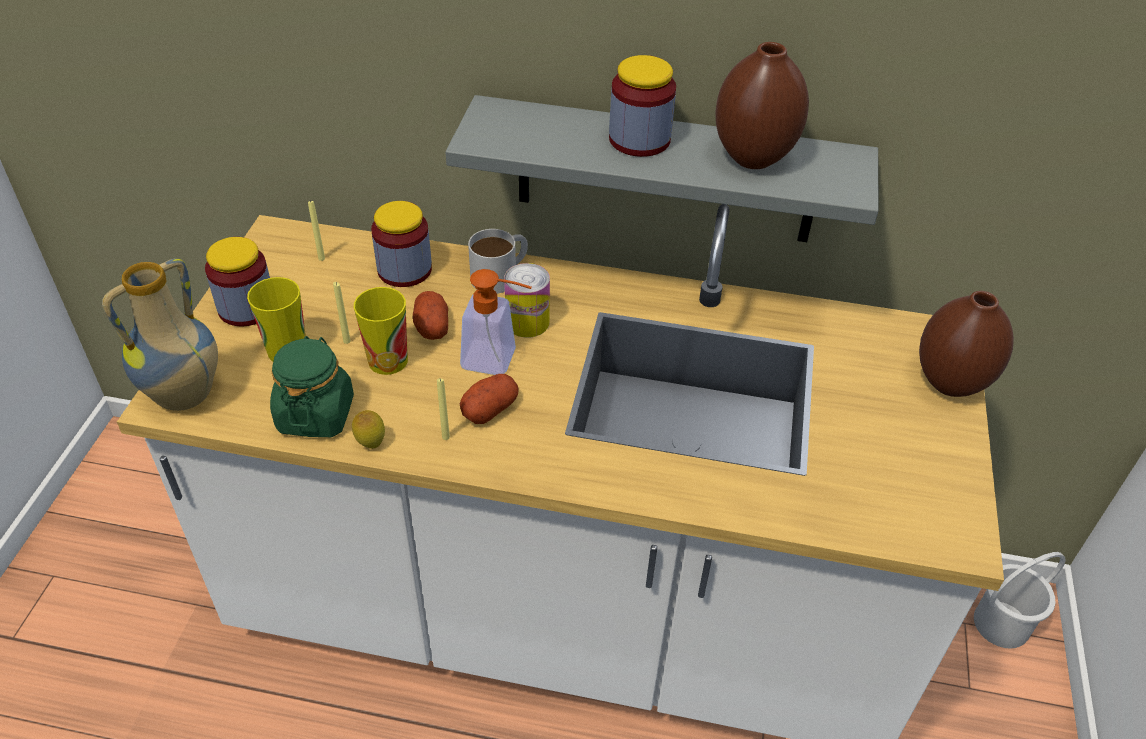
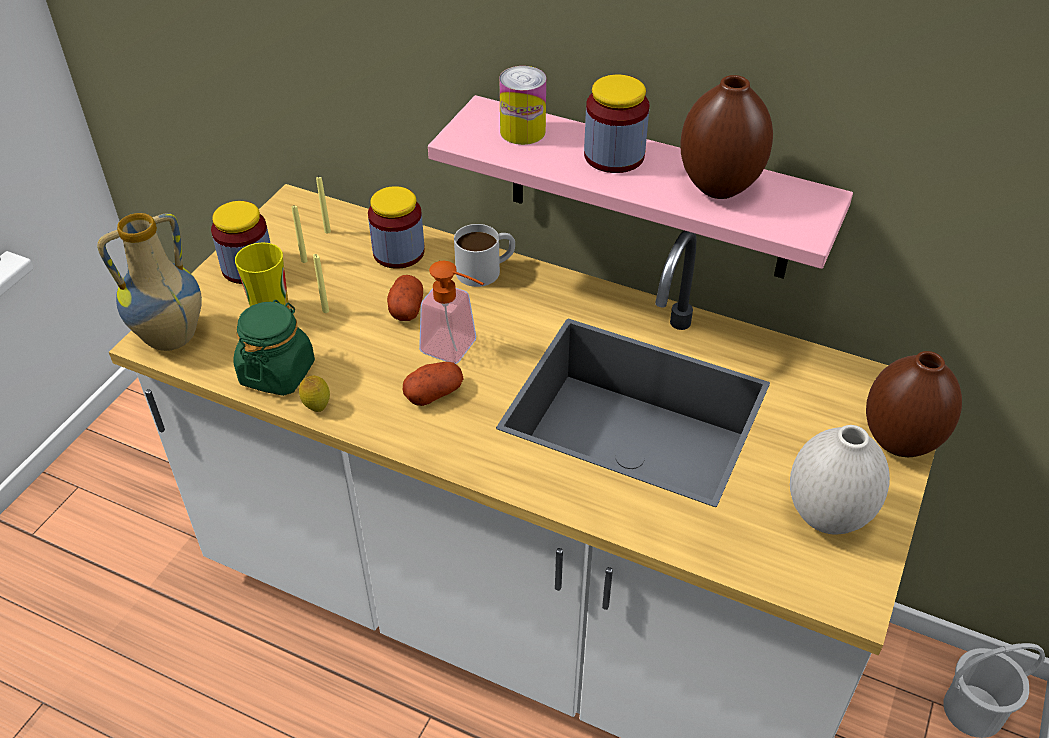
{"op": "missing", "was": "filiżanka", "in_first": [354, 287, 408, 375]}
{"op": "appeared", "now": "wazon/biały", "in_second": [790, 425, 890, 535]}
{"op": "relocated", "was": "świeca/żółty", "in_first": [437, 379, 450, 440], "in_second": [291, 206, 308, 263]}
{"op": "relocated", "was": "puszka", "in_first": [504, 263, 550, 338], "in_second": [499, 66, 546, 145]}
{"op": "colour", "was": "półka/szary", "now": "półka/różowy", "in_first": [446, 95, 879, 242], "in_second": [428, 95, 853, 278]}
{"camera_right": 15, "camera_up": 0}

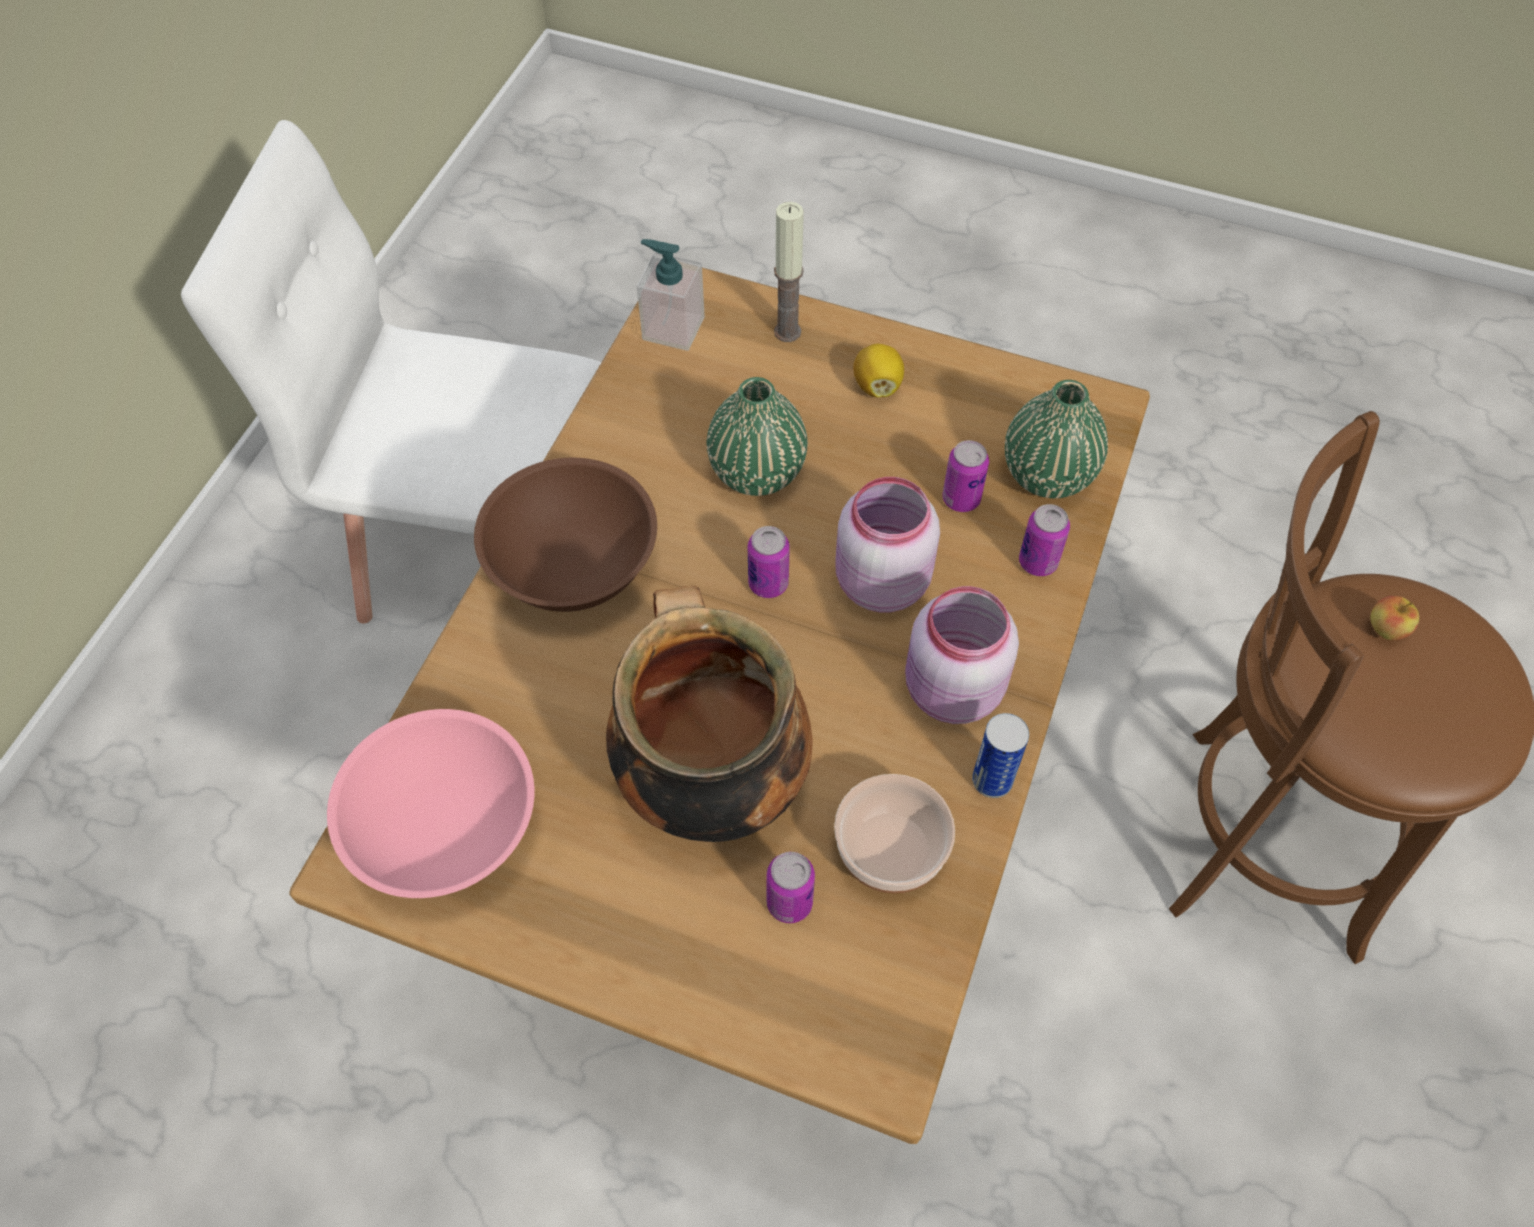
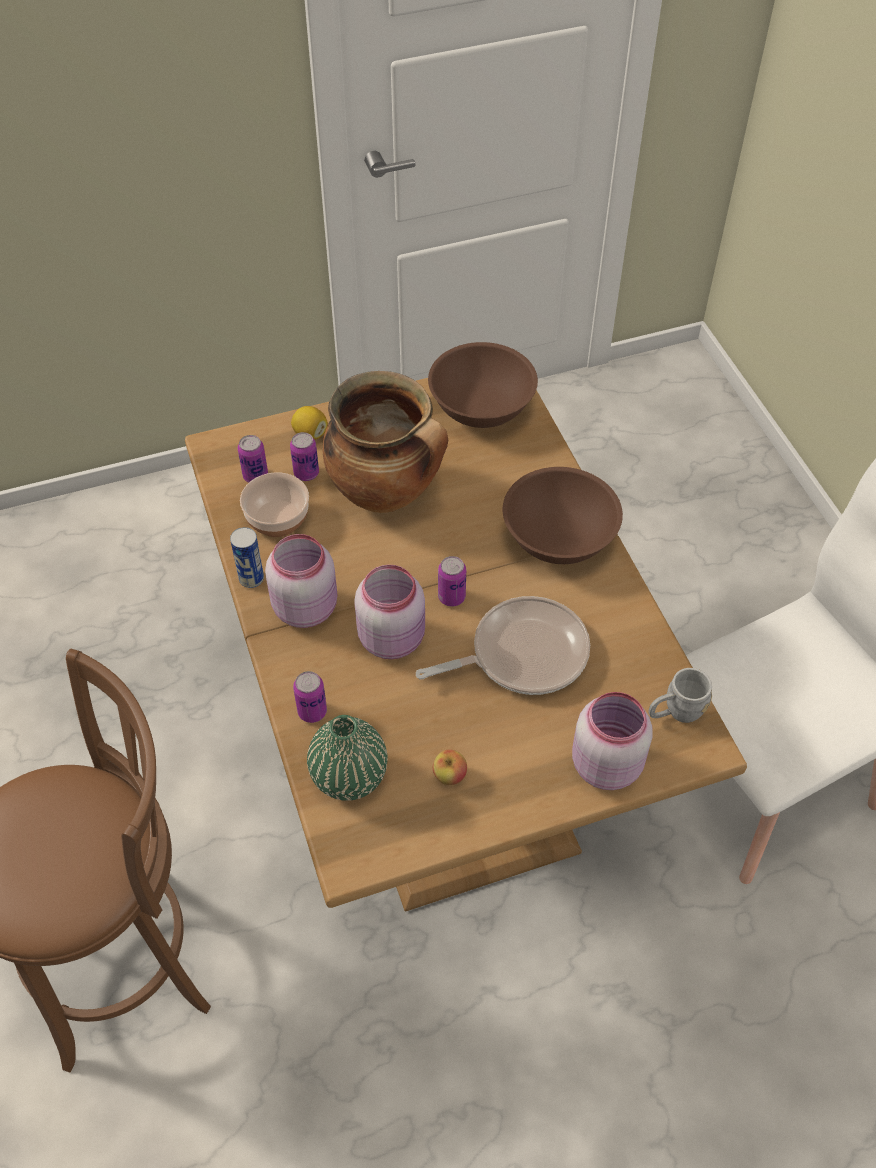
{"op": "relocated", "was": "cytryna", "in_first": [853, 344, 904, 397], "in_second": [291, 406, 328, 440]}
{"op": "relocated", "was": "puszka", "in_first": [942, 440, 989, 512], "in_second": [238, 435, 268, 483]}
{"op": "relocated", "was": "jabłko", "in_first": [1370, 596, 1419, 640], "in_second": [433, 749, 467, 785]}
{"op": "exchanged", "was": "dozownik mydła", "now": "kubek/szary", "in_first": [637, 239, 705, 351], "in_second": [648, 668, 712, 723]}
{"op": "exchanged", "was": "wazon/zielony", "now": "patelnia", "in_first": [706, 377, 808, 496], "in_second": [416, 596, 590, 695]}
{"op": "exchanged", "was": "świeca", "now": "słoik/różowy", "in_first": [774, 202, 804, 342], "in_second": [572, 692, 653, 790]}
{"op": "colour", "was": "miska/różowy", "now": "miska/brązowy", "in_first": [327, 709, 534, 898], "in_second": [428, 342, 538, 428]}
{"camera_right": 140, "camera_up": -5}

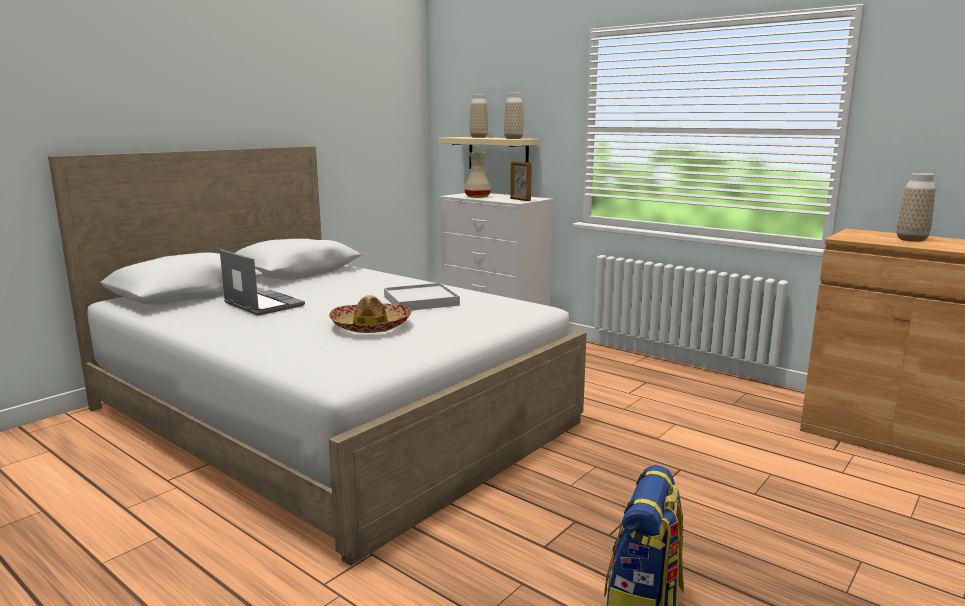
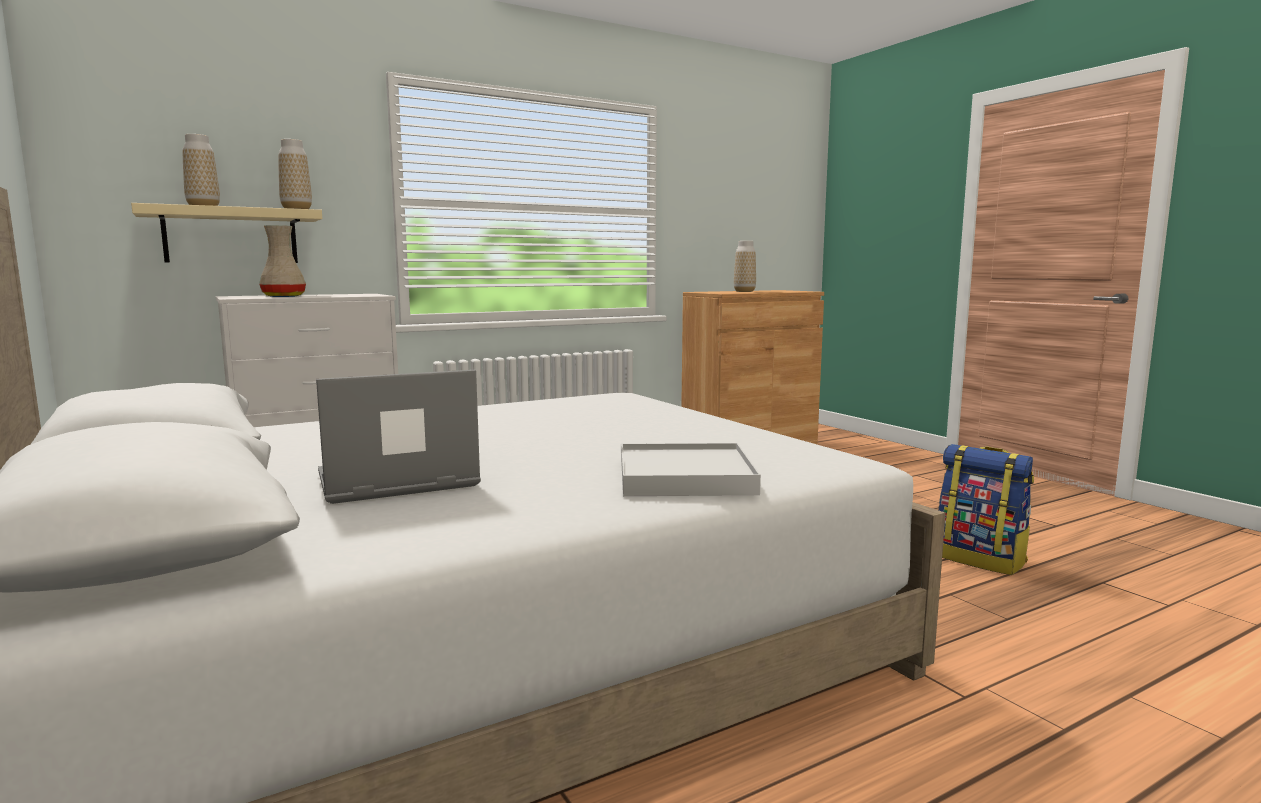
{"op": "missing", "was": "kapelusz", "in_first": [329, 295, 412, 333]}
{"op": "missing", "was": "ramka na zdjęcie", "in_first": [510, 161, 532, 201]}
{"op": "relocated", "was": "taca/biały", "in_first": [384, 283, 460, 310], "in_second": [621, 443, 761, 496]}
{"camera_right": -70, "camera_up": -5}

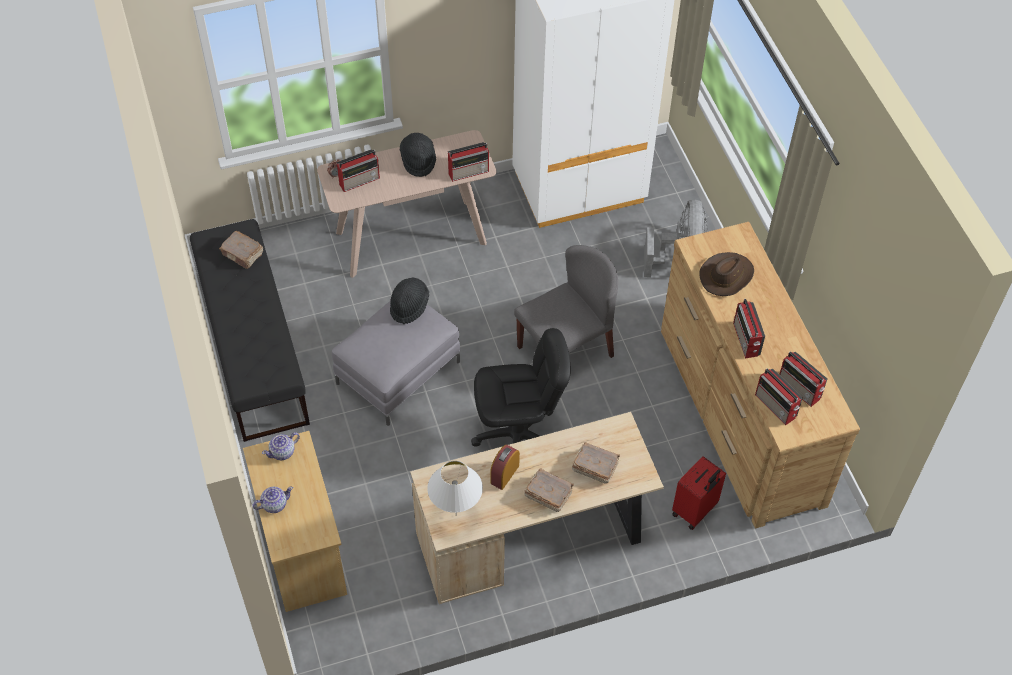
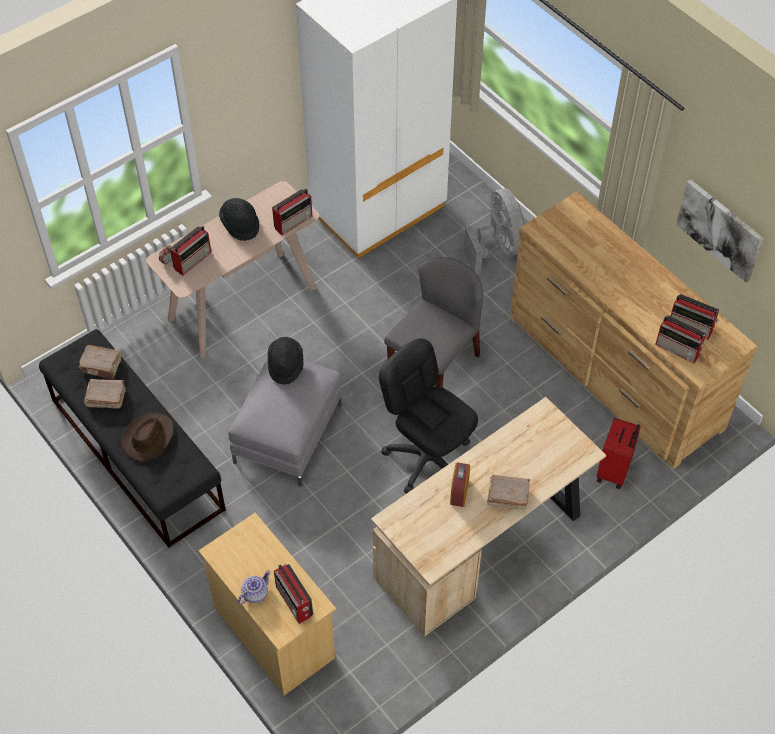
{"op": "missing", "was": "imbryk", "in_first": [262, 432, 300, 460]}
{"op": "missing", "was": "lampa stołowa/biały", "in_first": [427, 461, 483, 516]}
{"op": "appeared", "now": "obraz", "in_second": [676, 180, 764, 282]}
{"op": "relocated", "was": "książka/brązowy", "in_first": [572, 442, 620, 484], "in_second": [84, 379, 126, 409]}
{"op": "relocated", "was": "kapelusz/brązowy", "in_first": [699, 252, 754, 296], "in_second": [121, 412, 174, 462]}
{"op": "relocated", "was": "radio", "in_first": [733, 299, 765, 358], "in_second": [274, 564, 313, 624]}
{"op": "spun", "was": "krzesło biurowe/czarny", "in_first": [471, 328, 571, 446], "in_second": [379, 338, 478, 494], "clockwise": -105}
{"camera_right": -20, "camera_up": 0}

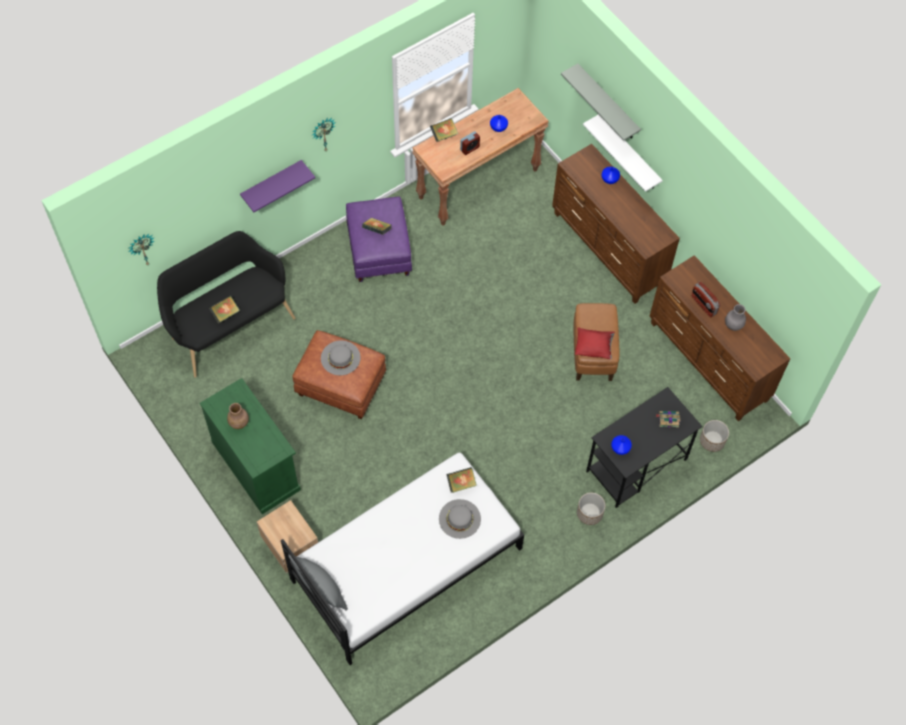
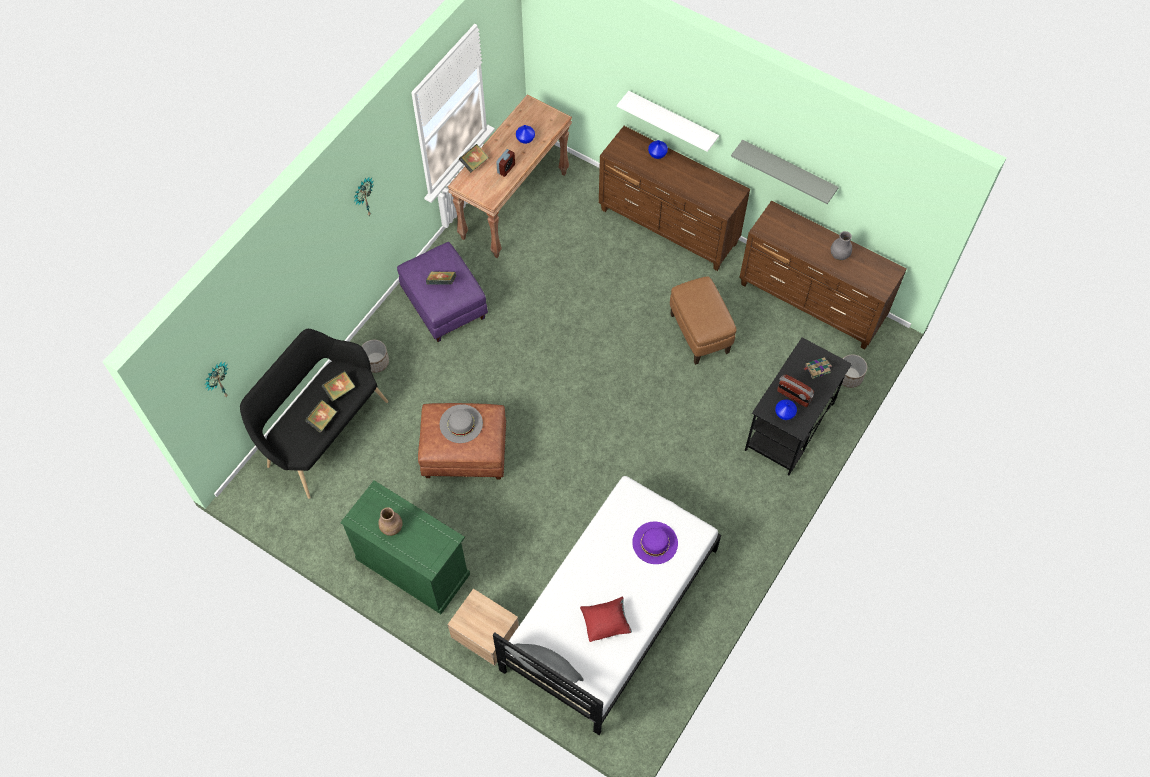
{"op": "missing", "was": "półka/fioletowy", "in_first": [240, 160, 315, 212]}
{"op": "relocated", "was": "książka", "in_first": [446, 467, 477, 493], "in_second": [321, 371, 355, 401]}
{"op": "relocated", "was": "półka/szary", "in_first": [561, 64, 641, 141], "in_second": [731, 140, 839, 204]}
{"op": "relocated", "was": "poduszka/czerwony", "in_first": [575, 327, 615, 359], "in_second": [580, 597, 632, 642]}
{"op": "relocated", "was": "donica", "in_first": [577, 493, 605, 525], "in_second": [361, 340, 389, 373]}
{"op": "relocated", "was": "radio", "in_first": [691, 282, 720, 317], "in_second": [777, 375, 814, 407]}
{"op": "colour", "was": "kapelusz/szary", "now": "kapelusz/fioletowy", "in_first": [439, 499, 481, 539], "in_second": [632, 522, 678, 564]}
{"camera_right": -20, "camera_up": 0}

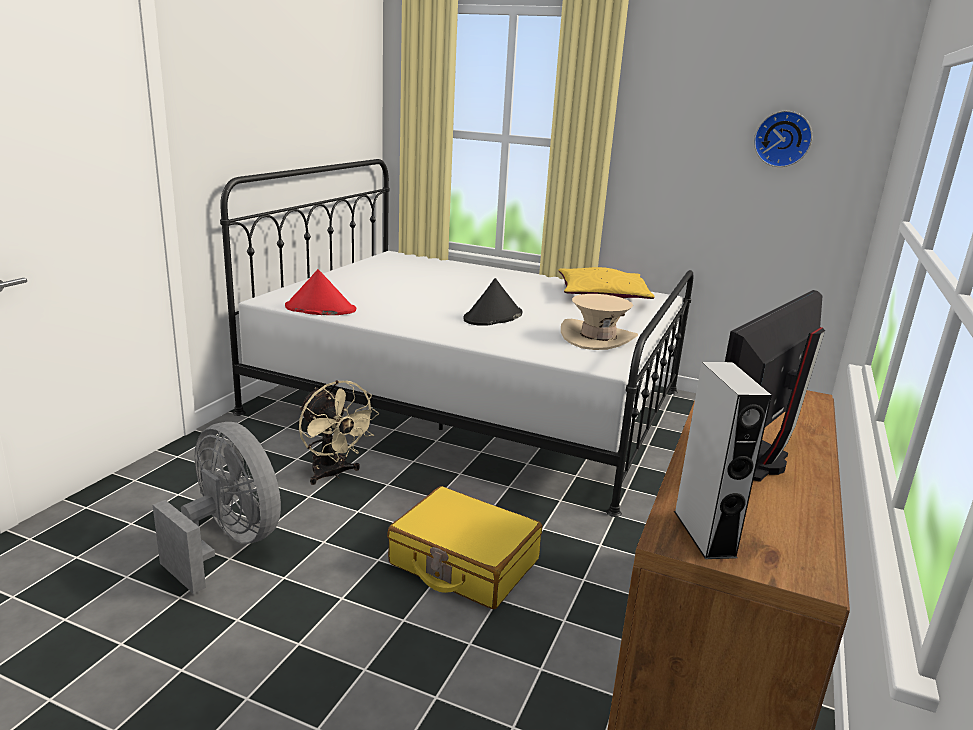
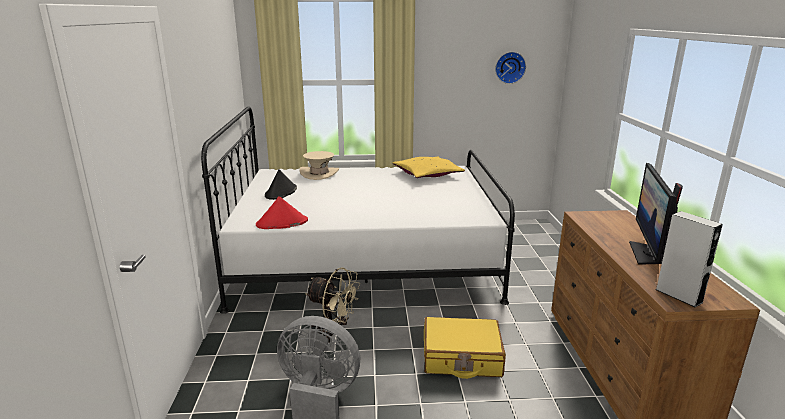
{"op": "relocated", "was": "kapelusz/czarny", "in_first": [463, 278, 523, 326], "in_second": [265, 169, 297, 200]}
{"op": "relocated", "was": "kapelusz/beżowy", "in_first": [561, 294, 638, 350], "in_second": [300, 151, 339, 180]}
{"camera_right": -25, "camera_up": 0}

